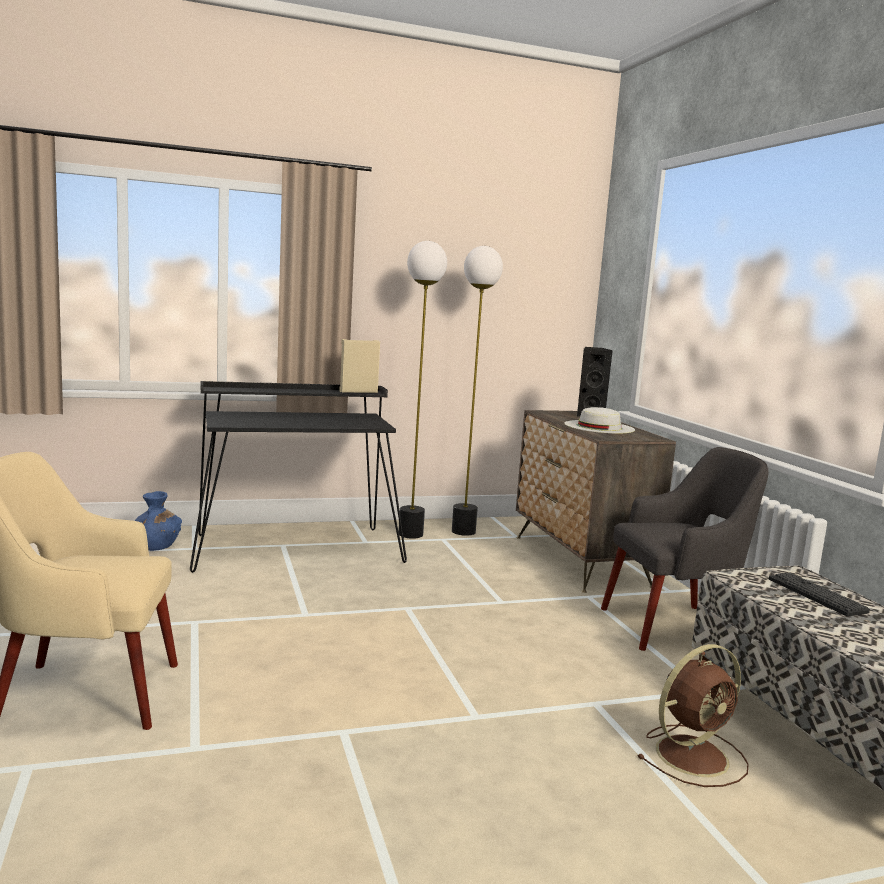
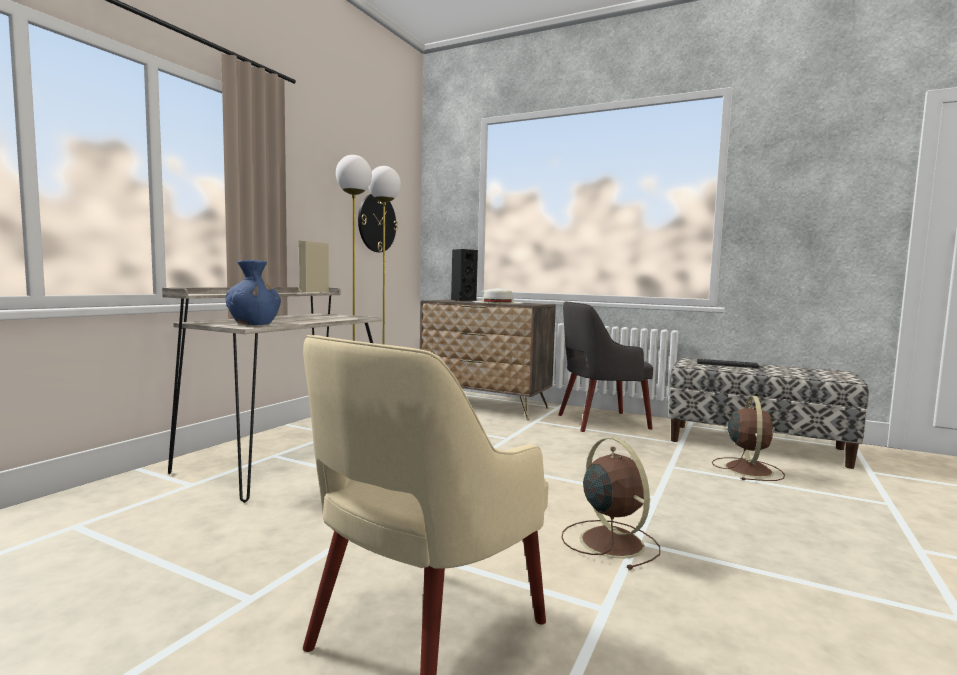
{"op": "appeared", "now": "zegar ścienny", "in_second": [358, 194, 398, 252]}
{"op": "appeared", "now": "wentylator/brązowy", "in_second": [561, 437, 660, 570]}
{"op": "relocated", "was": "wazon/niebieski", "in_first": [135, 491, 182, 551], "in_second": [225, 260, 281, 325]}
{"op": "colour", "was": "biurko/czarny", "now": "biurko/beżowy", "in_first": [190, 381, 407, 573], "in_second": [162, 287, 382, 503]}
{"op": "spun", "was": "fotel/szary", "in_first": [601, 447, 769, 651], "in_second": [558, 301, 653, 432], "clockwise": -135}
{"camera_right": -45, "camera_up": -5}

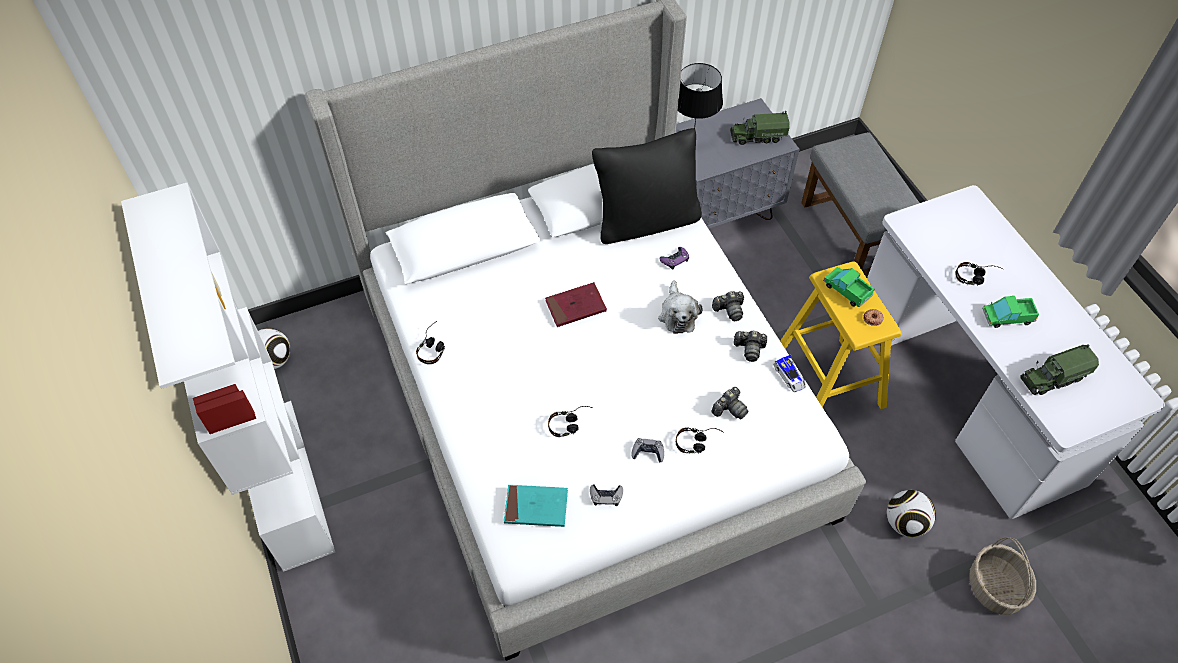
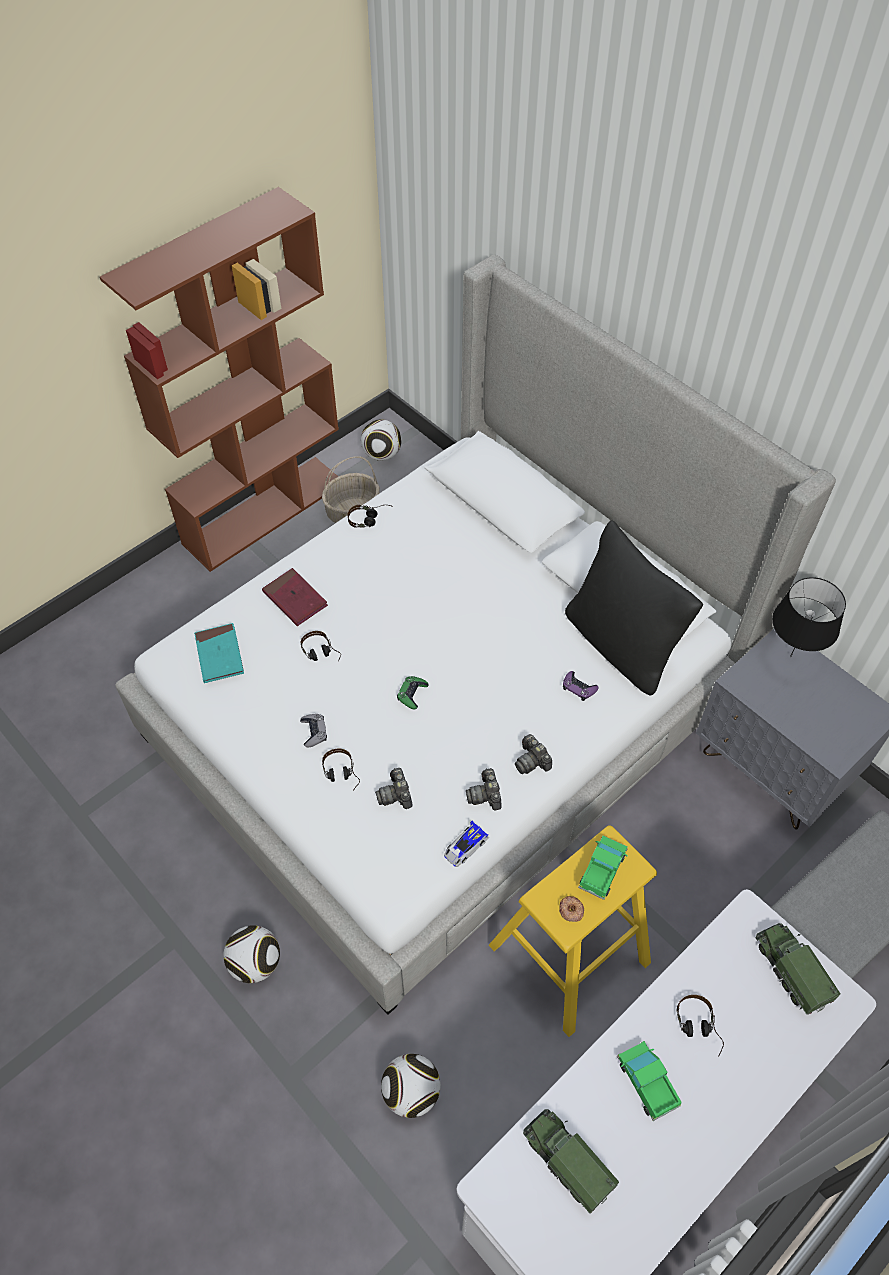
{"op": "missing", "was": "pad do gier/szary", "in_first": [590, 484, 623, 506]}
{"op": "missing", "was": "pluszak", "in_first": [658, 280, 703, 334]}
{"op": "appeared", "now": "piłka futbolowa", "in_second": [223, 925, 280, 983]}
{"op": "appeared", "now": "pad do gier/zielony", "in_second": [397, 676, 429, 709]}
{"op": "relocated", "was": "książka/czerwony", "in_first": [545, 282, 607, 327], "in_second": [262, 568, 328, 626]}
{"op": "relocated", "was": "ciężarówka zabawkowa", "in_first": [730, 111, 789, 145], "in_second": [755, 923, 841, 1015]}
{"op": "relocated", "was": "koszyk", "in_first": [969, 537, 1036, 615], "in_second": [322, 456, 380, 523]}
{"op": "colour", "was": "regał/biały", "now": "regał/brązowy", "in_first": [121, 183, 335, 572], "in_second": [100, 187, 339, 572]}
{"op": "spun", "was": "aparat fotograficzny", "in_first": [711, 387, 748, 419], "in_second": [375, 768, 412, 809], "clockwise": 45}
{"camera_right": 70, "camera_up": 0}

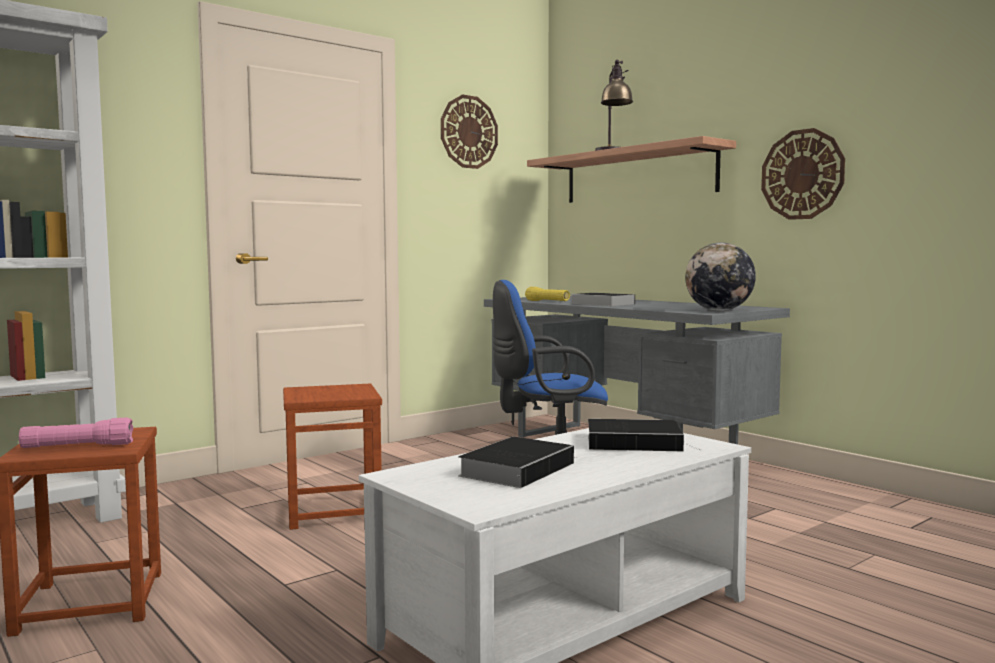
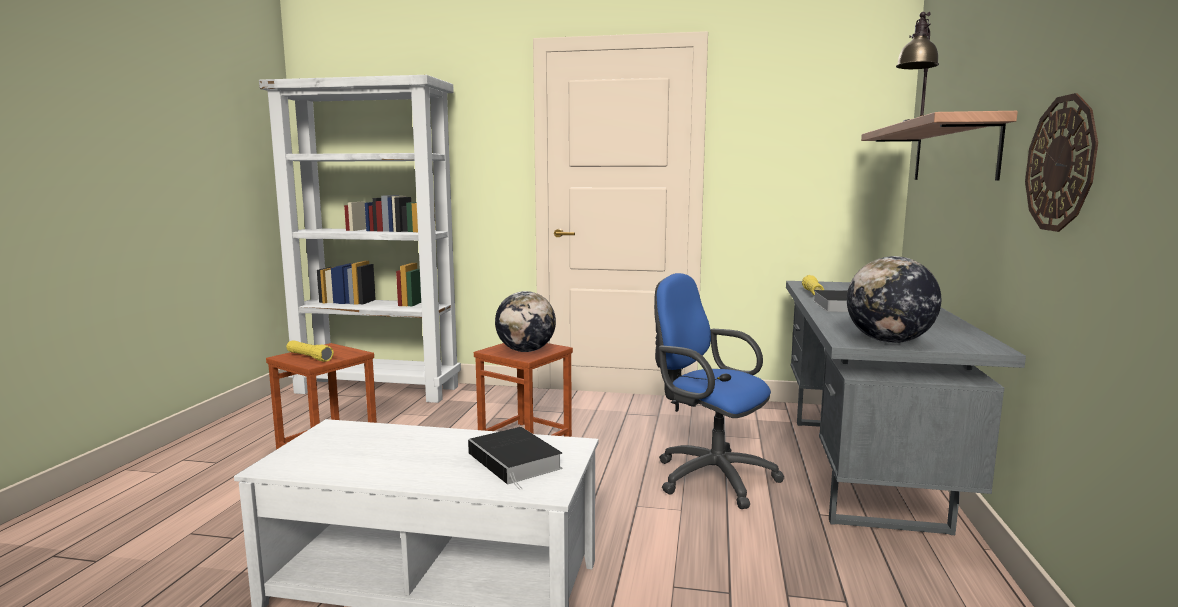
{"op": "missing", "was": "zegar ścienny", "in_first": [441, 94, 498, 169]}
{"op": "missing", "was": "książka", "in_first": [458, 437, 576, 488]}
{"op": "appeared", "now": "globus", "in_second": [495, 291, 556, 352]}
{"op": "colour", "was": "latarka/różowy", "now": "latarka/żółty", "in_first": [19, 417, 133, 448], "in_second": [286, 340, 334, 362]}
{"camera_right": 50, "camera_up": 5}

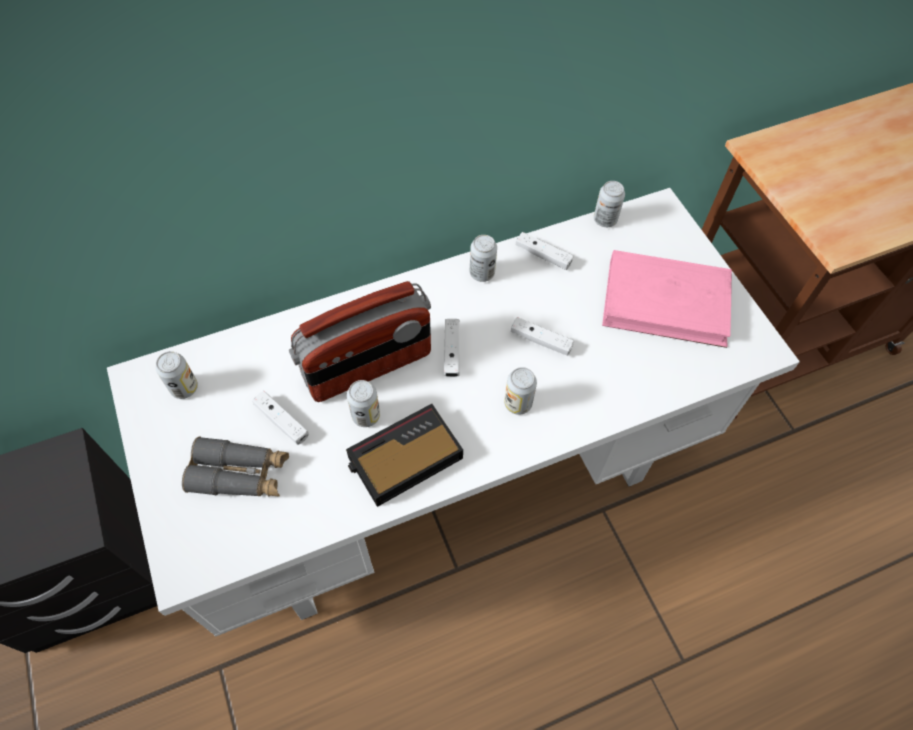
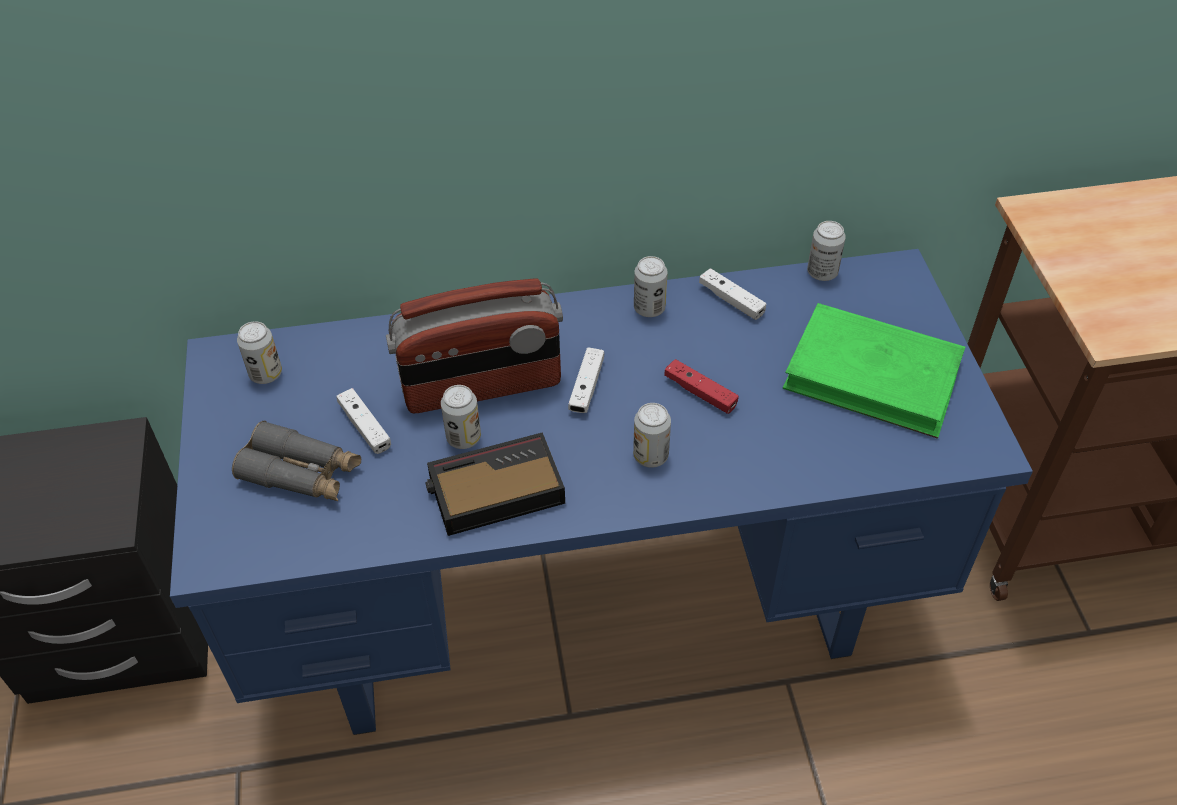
{"op": "colour", "was": "biurko/biały", "now": "biurko/niebieski", "in_first": [107, 188, 800, 637], "in_second": [170, 249, 1033, 735]}
{"op": "colour", "was": "pad do gier/biały", "now": "pad do gier/czerwony", "in_first": [511, 317, 574, 356], "in_second": [664, 359, 739, 414]}
{"op": "colour", "was": "książka/różowy", "now": "książka/zielony", "in_first": [602, 250, 732, 348], "in_second": [783, 303, 965, 439]}
{"camera_right": 15, "camera_up": -10}

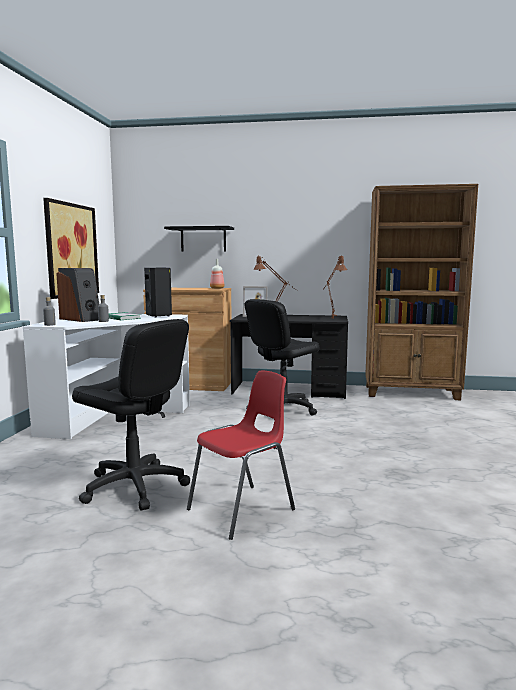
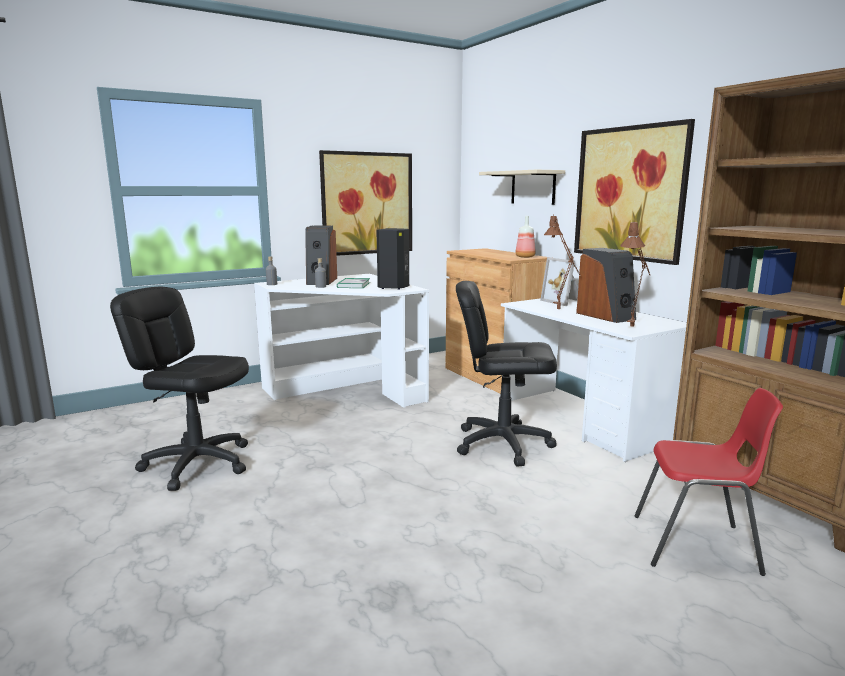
{"op": "appeared", "now": "obraz", "in_second": [574, 119, 695, 265]}
{"op": "appeared", "now": "głośnik", "in_second": [576, 248, 636, 323]}
{"op": "relocated", "was": "krzesło/czerwony", "in_first": [187, 371, 295, 540], "in_second": [634, 388, 783, 576]}
{"op": "colour", "was": "półka/czarny", "now": "półka/beżowy", "in_first": [164, 226, 234, 252], "in_second": [479, 170, 565, 205]}
{"op": "colour", "was": "biurko/czarny", "now": "biurko/biały", "in_first": [230, 314, 348, 399], "in_second": [501, 298, 687, 462]}
{"op": "spun", "was": "krzesło biurowe/czarny", "in_first": [72, 319, 190, 510], "in_second": [110, 287, 249, 491], "clockwise": 120}
{"camera_right": 50, "camera_up": 5}

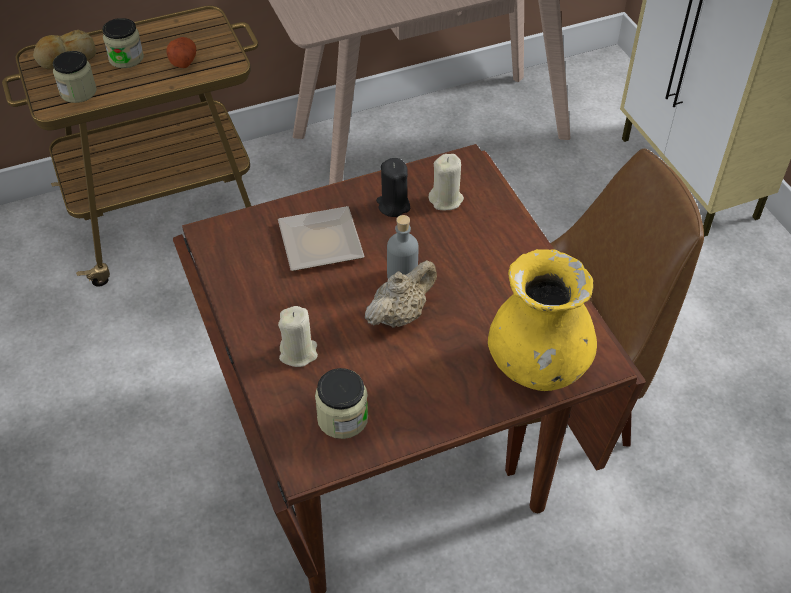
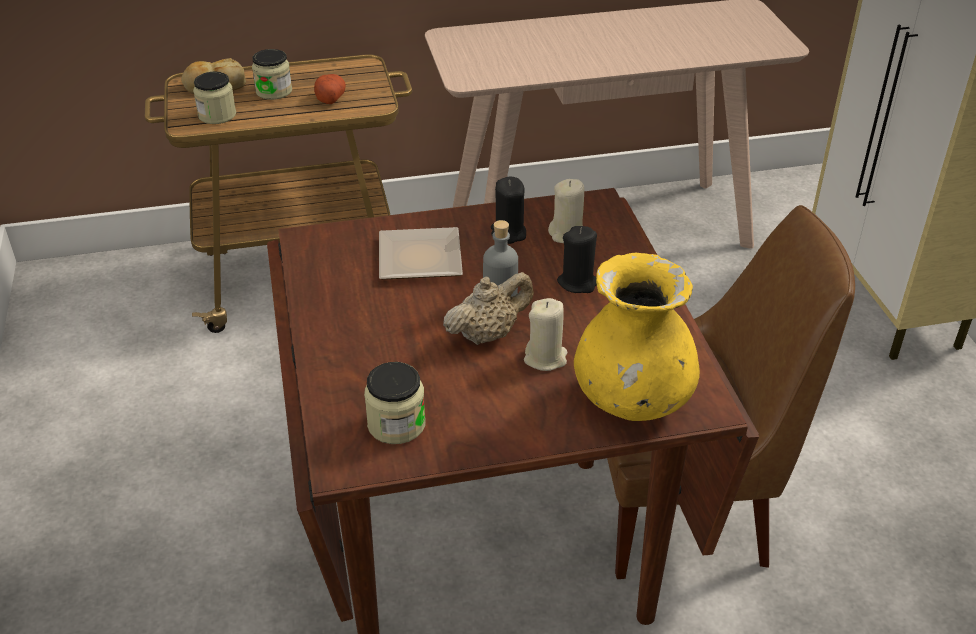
{"op": "appeared", "now": "świeca/czarny", "in_second": [557, 226, 597, 293]}
{"op": "relocated", "was": "świeca/beżowy", "in_first": [278, 306, 318, 367], "in_second": [524, 298, 567, 371]}
{"camera_right": 10, "camera_up": -10}

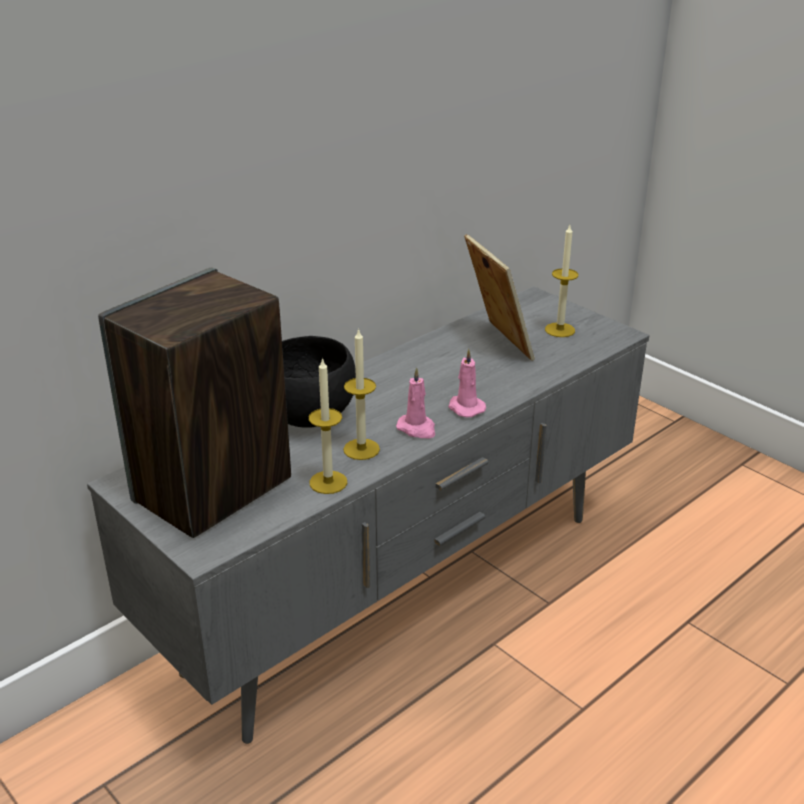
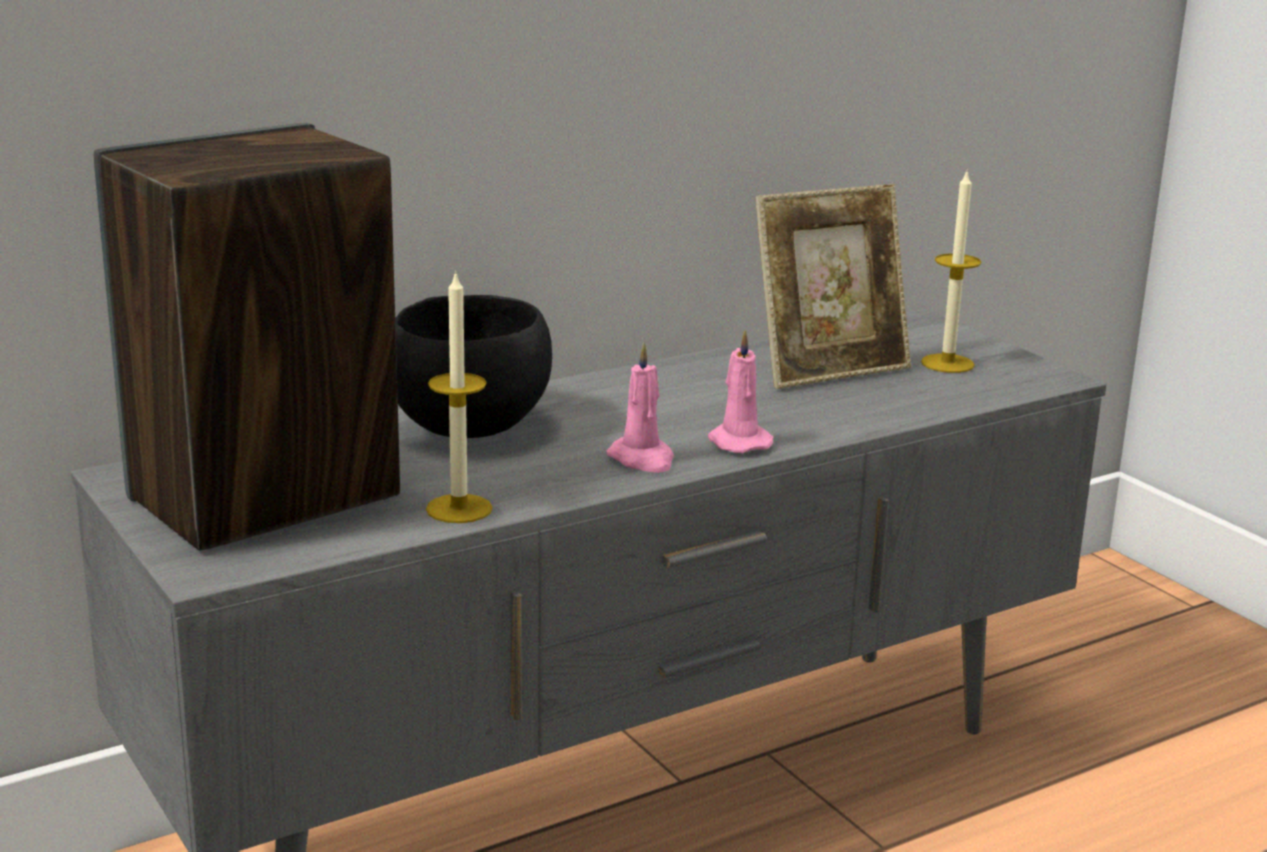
{"op": "missing", "was": "świeca", "in_first": [343, 328, 380, 460]}
{"op": "spun", "was": "ramka na zdjęcie", "in_first": [464, 234, 535, 361], "in_second": [755, 184, 911, 389], "clockwise": 75}
{"camera_right": 10, "camera_up": -10}

